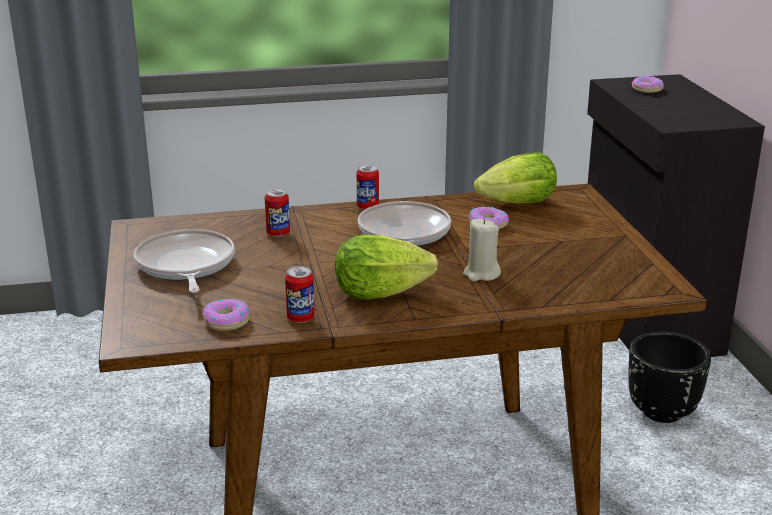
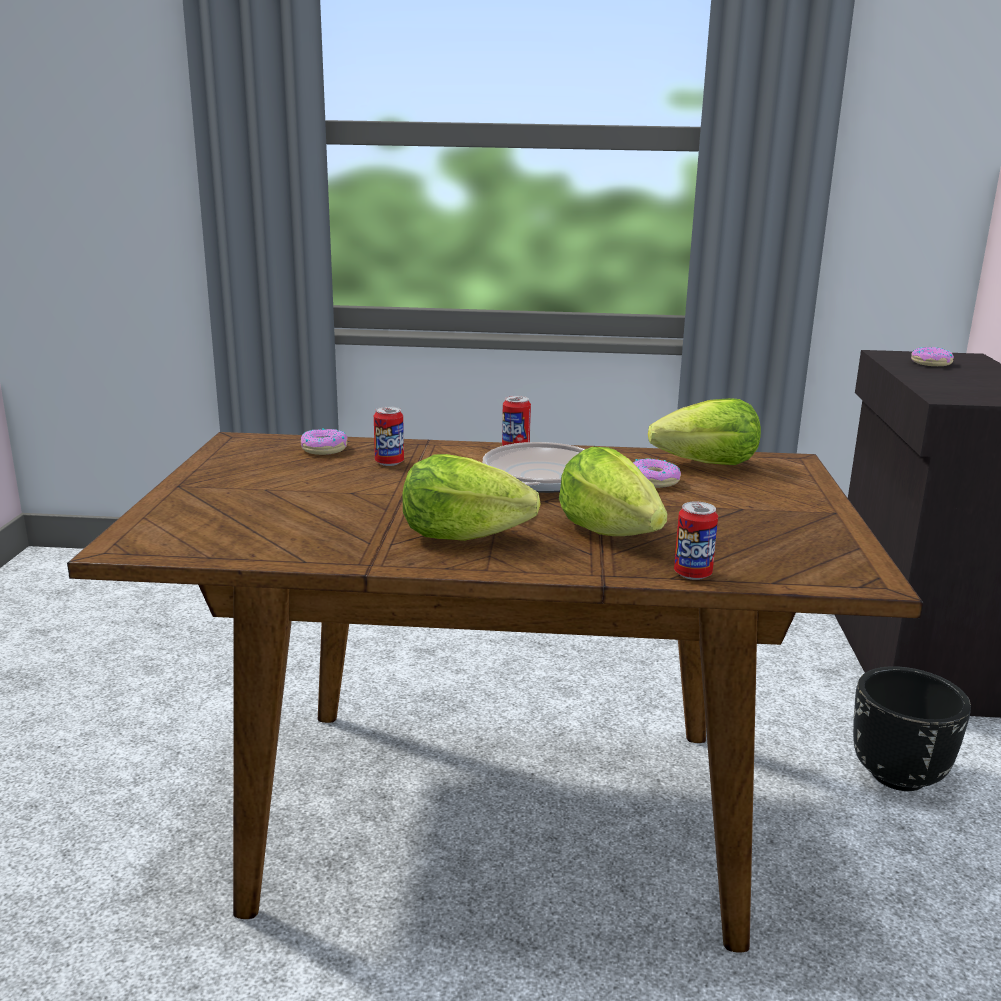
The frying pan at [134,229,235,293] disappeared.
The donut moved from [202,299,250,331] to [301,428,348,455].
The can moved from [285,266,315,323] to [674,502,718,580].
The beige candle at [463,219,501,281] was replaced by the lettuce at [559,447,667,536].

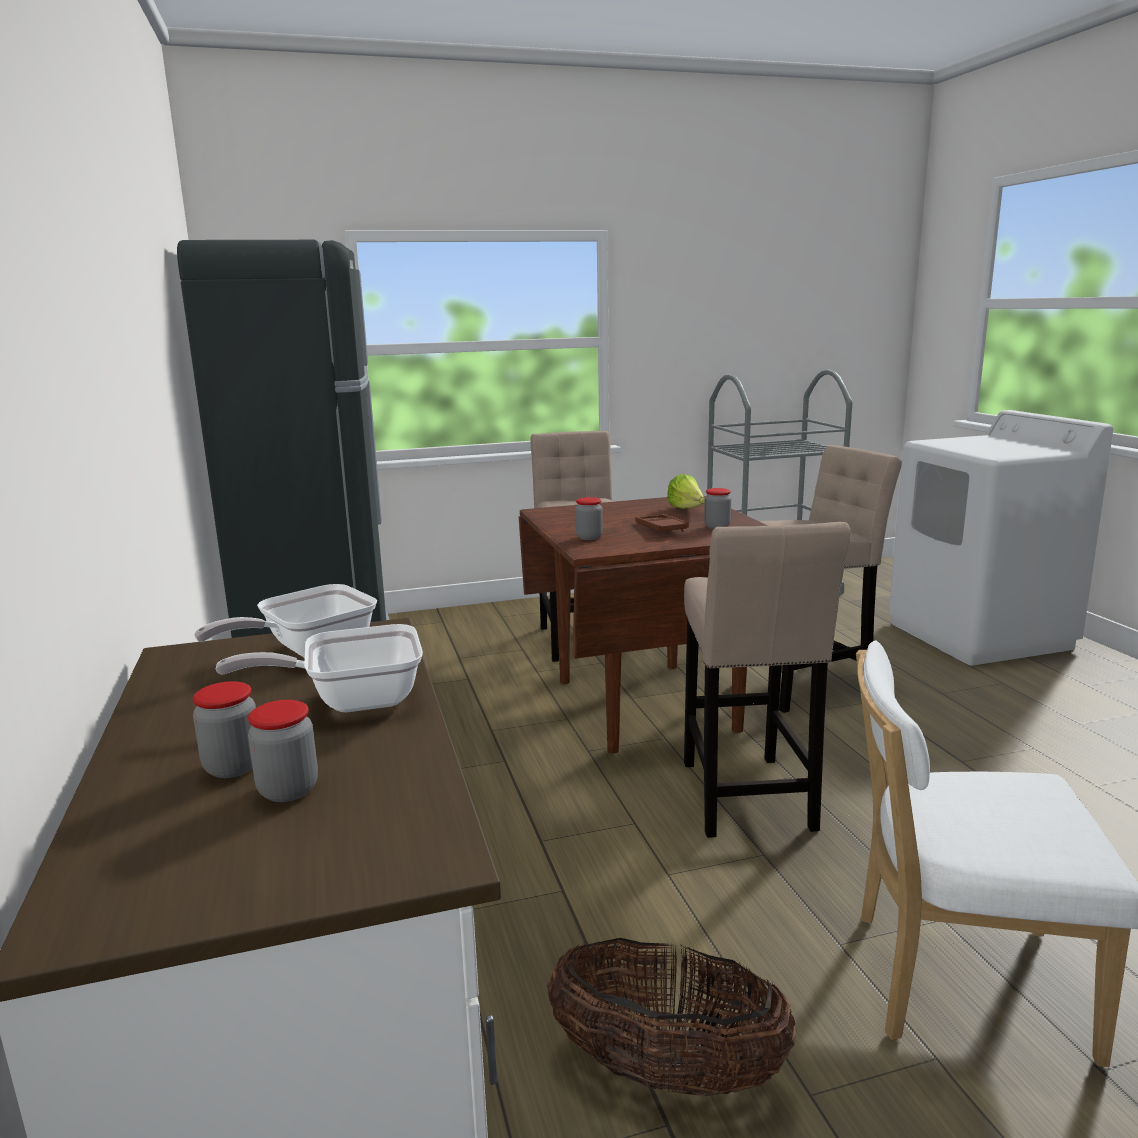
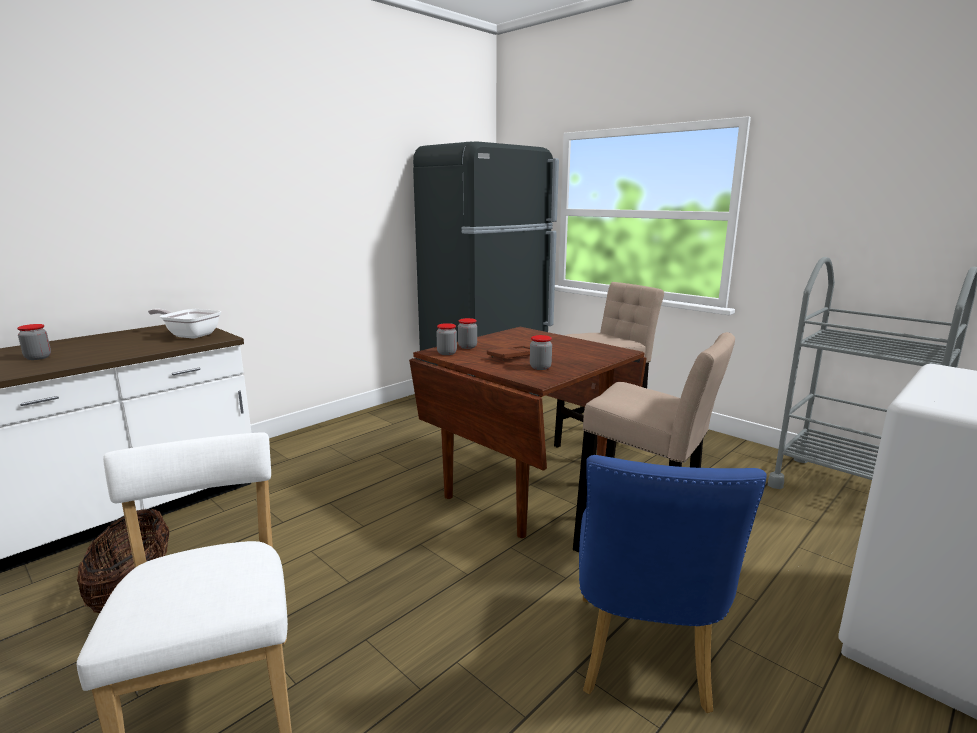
The jar moved from [193,681,256,778] to [436,323,457,355].
The frying pan at [215,624,423,712] disappeared.
The lettuce at [667,474,705,509] disappeared.
The beige stool at [684,522,851,838] disappeared.
The blue chair at [579,455,767,713] appeared.

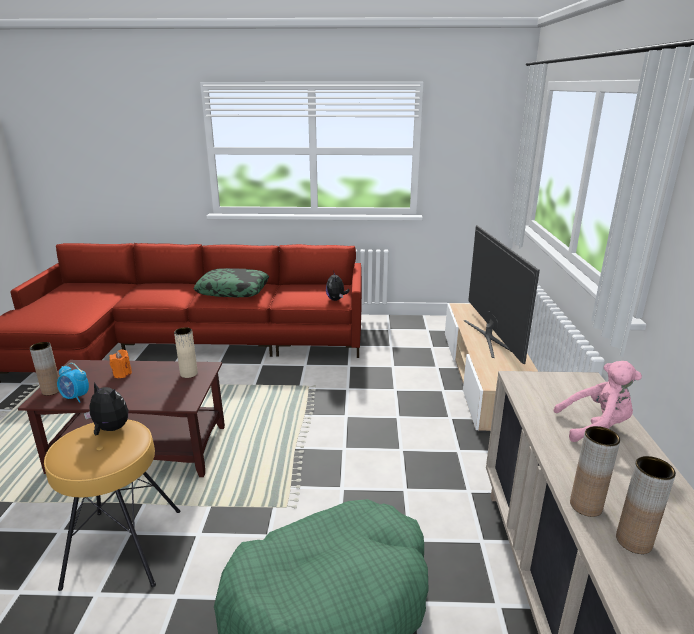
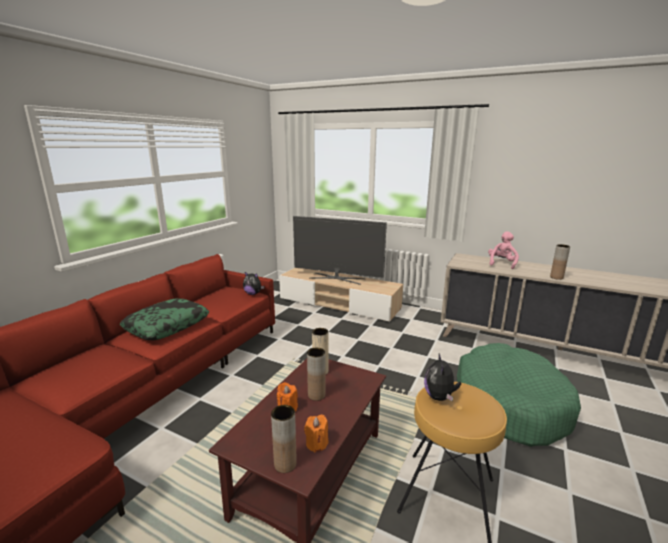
The alarm clock at [57,363,89,403] was replaced by the orange candle at [304,415,328,453].
The plush toy at [84,382,128,435] turned 45 degrees counterclockwise.
The brown vase moved from [616,456,676,554] to [307,348,326,401].

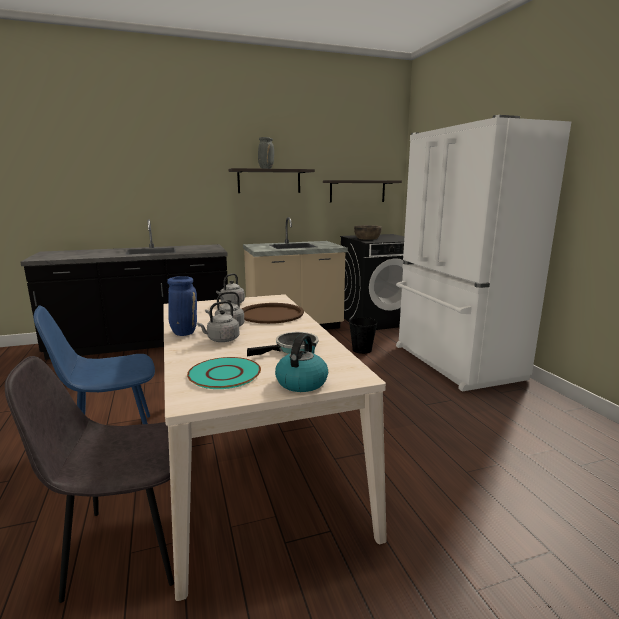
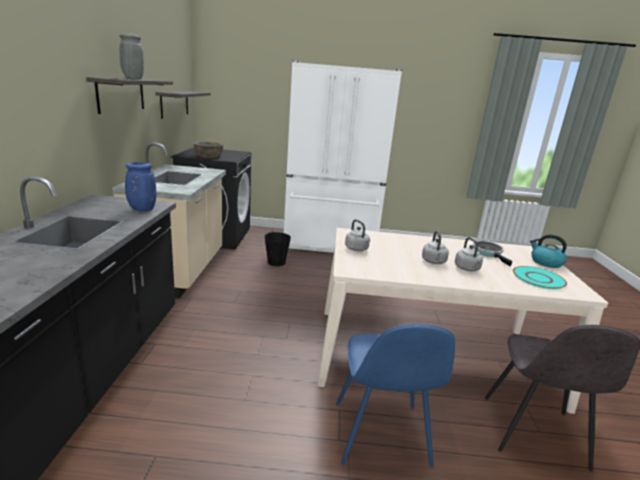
The blue vase moved from [167,276,197,336] to [125,162,156,211].
The brown tray at [242,303,304,324] disappeared.

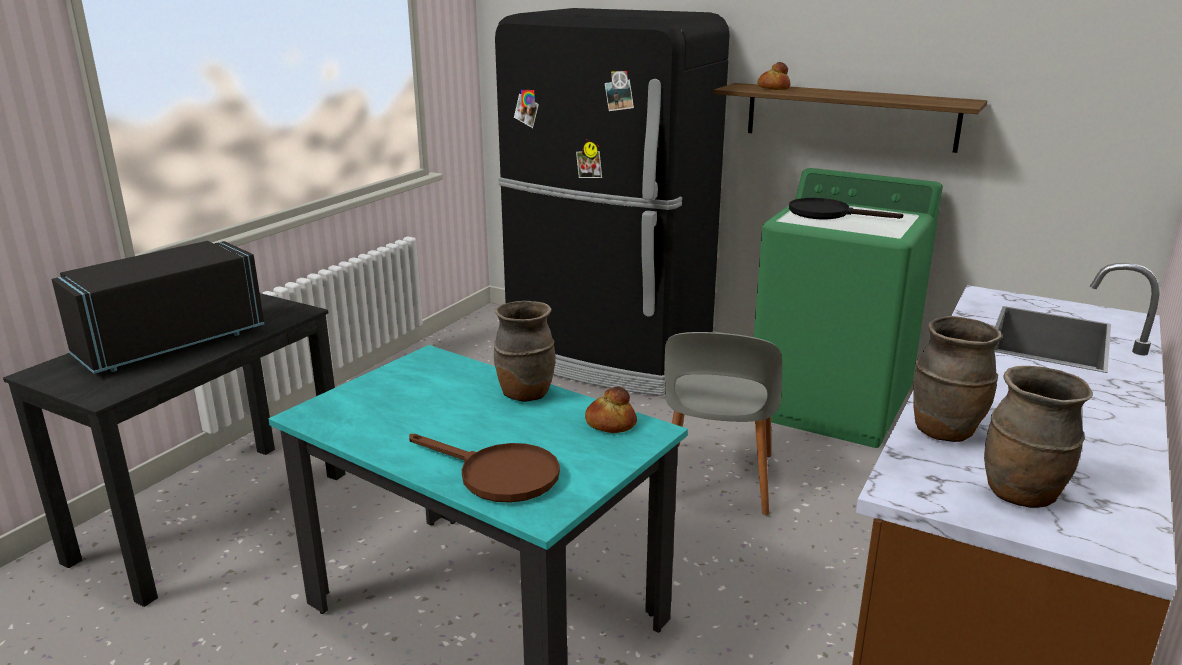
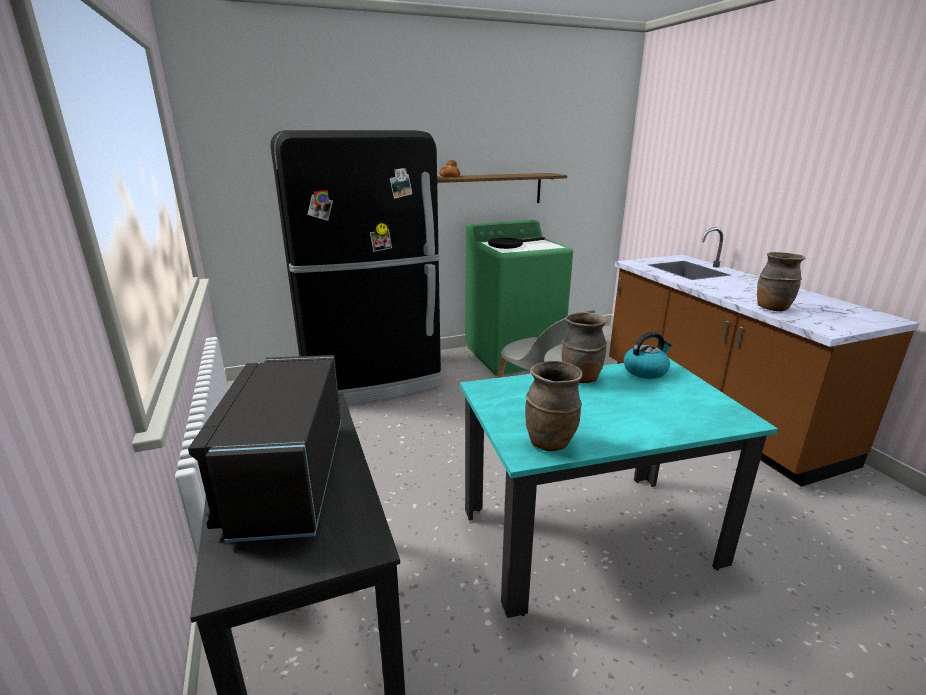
The brown frying pan at [409,434,560,503] disappeared.
The bread at [585,386,637,433] was replaced by the kettle at [624,332,672,379].
The brown vase moved from [984,366,1093,508] to [525,361,583,451].

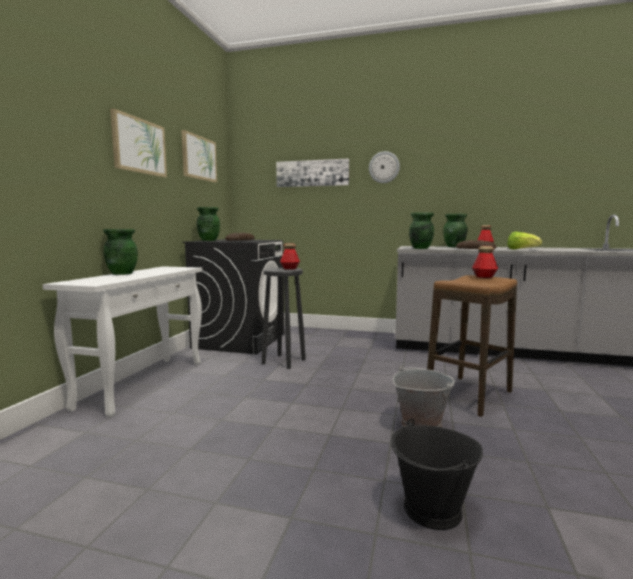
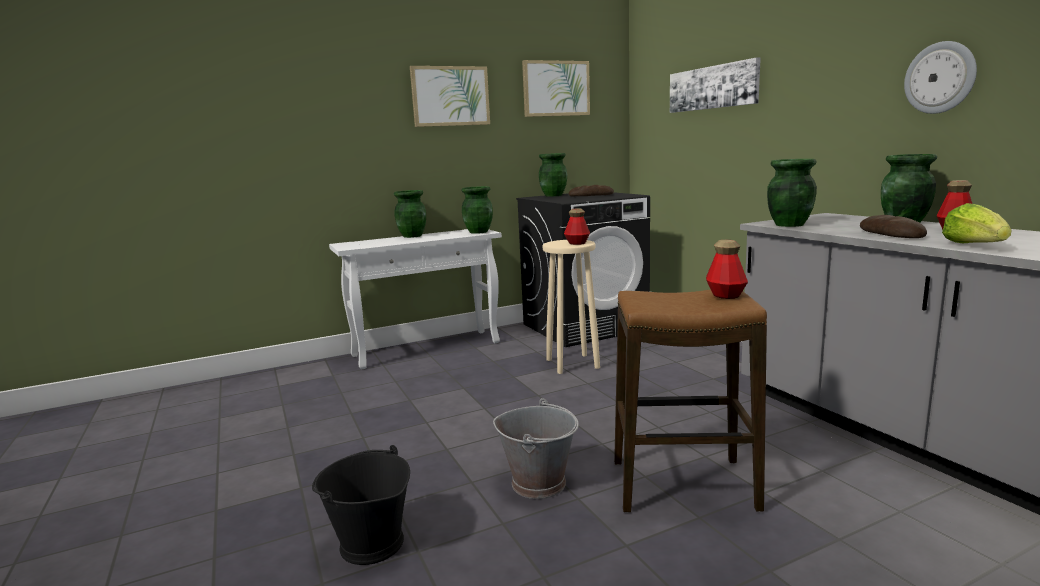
The black stool at [262,268,306,369] became the beige stool at [543,240,600,374].
The wall clock moved from [369,151,400,183] to [904,41,977,114].
The green vase at [461,186,493,234] appeared.

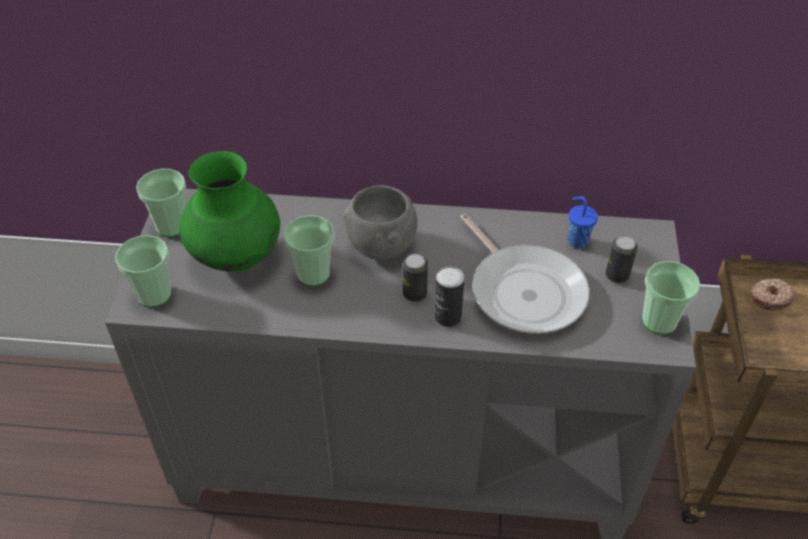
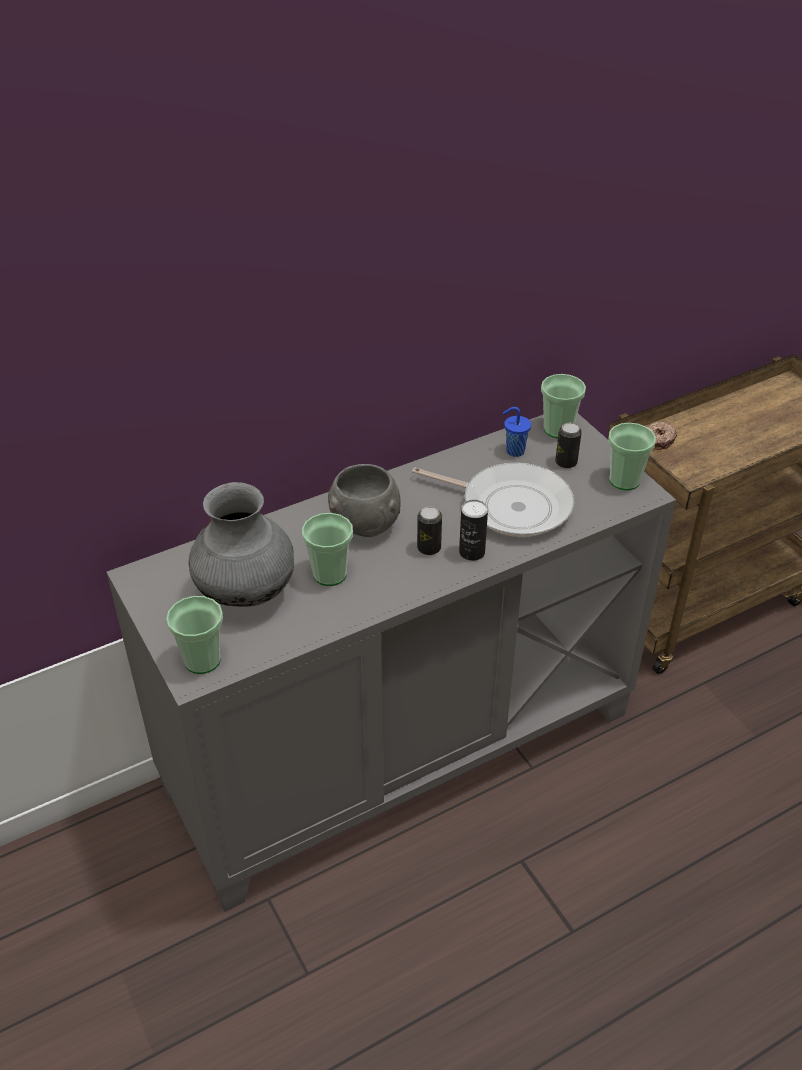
The cup moved from [136,169,186,237] to [541,374,586,438].
The green vase at [179,151,280,272] became the grey vase at [189,482,294,607].

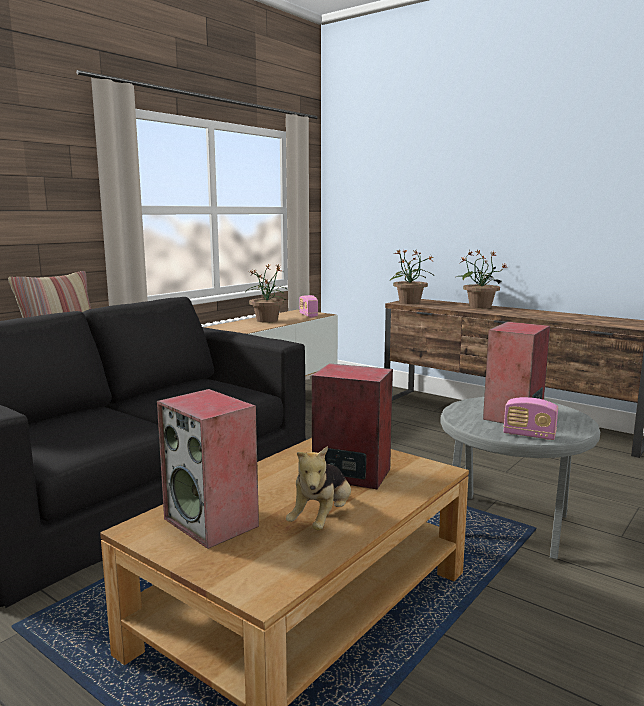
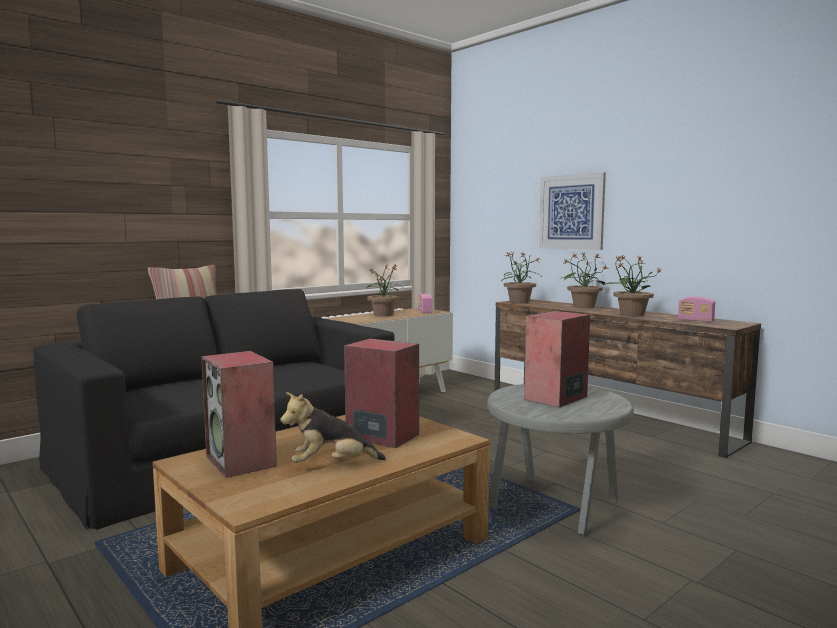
The plush toy at [286,446,351,530] turned 45 degrees clockwise.
The radio moved from [503,397,558,440] to [678,297,715,323].
The picture at [539,172,606,250] appeared.
The potted plant at [606,255,661,316] appeared.

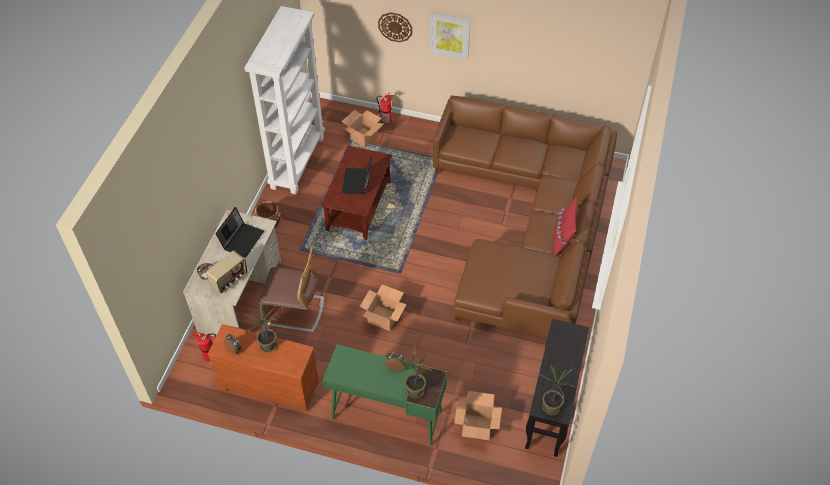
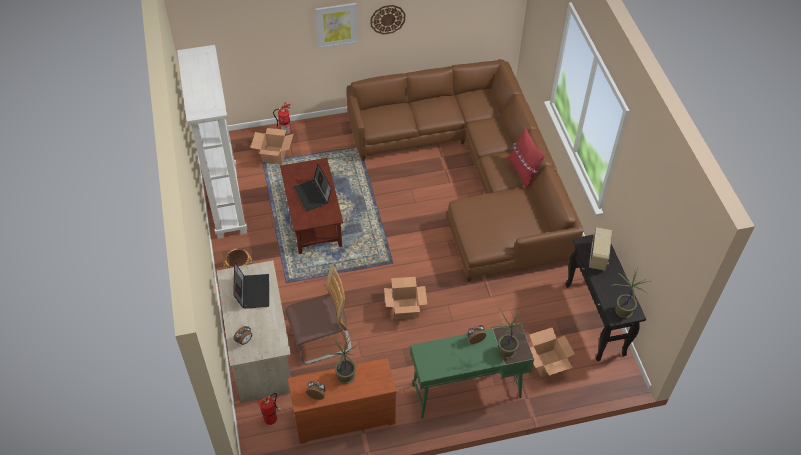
The radio moved from [206,251,248,293] to [589,227,612,271].
The wall clock moved from [378,12,412,42] to [371,5,405,35].

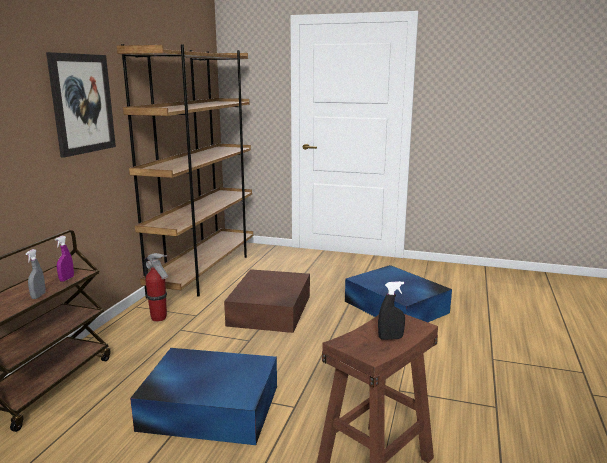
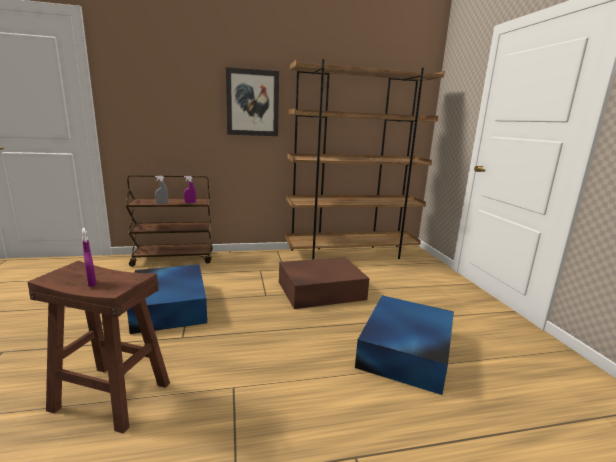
The fire extinguisher at [144,253,168,322] disappeared.
The black spray bottle at [378,281,405,340] became the purple spray bottle at [82,228,96,287].

